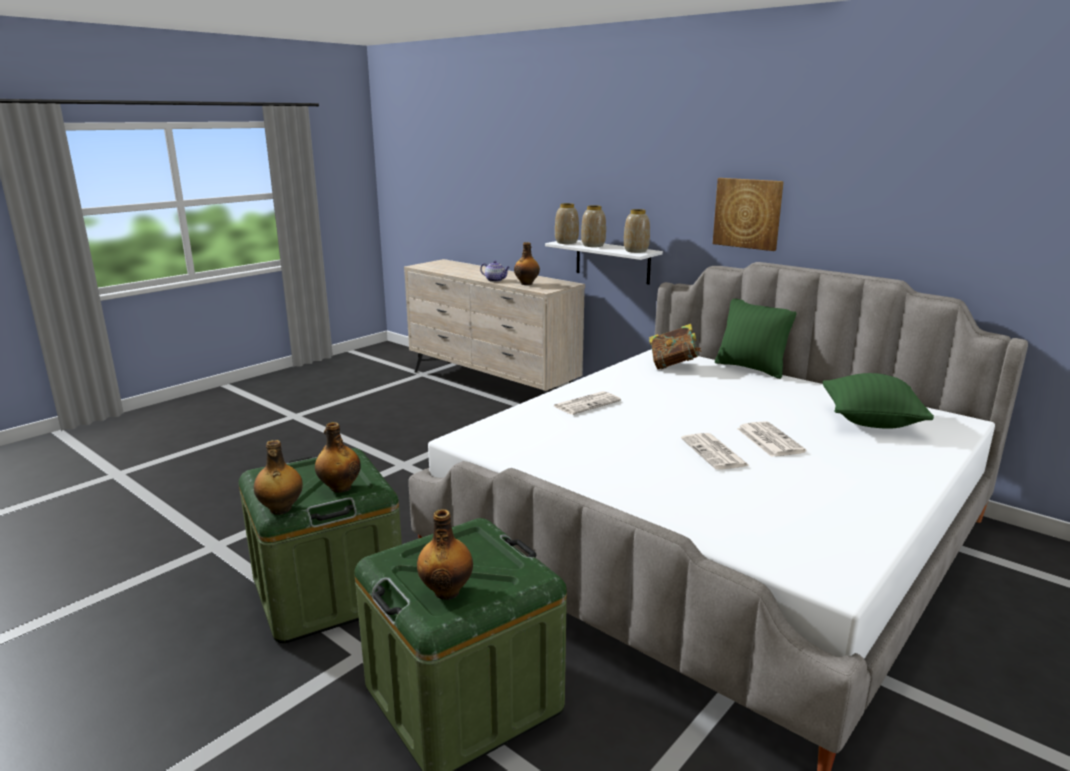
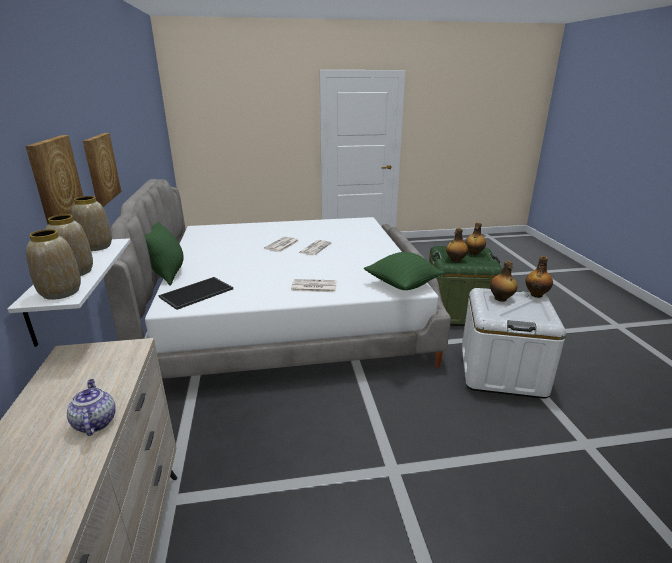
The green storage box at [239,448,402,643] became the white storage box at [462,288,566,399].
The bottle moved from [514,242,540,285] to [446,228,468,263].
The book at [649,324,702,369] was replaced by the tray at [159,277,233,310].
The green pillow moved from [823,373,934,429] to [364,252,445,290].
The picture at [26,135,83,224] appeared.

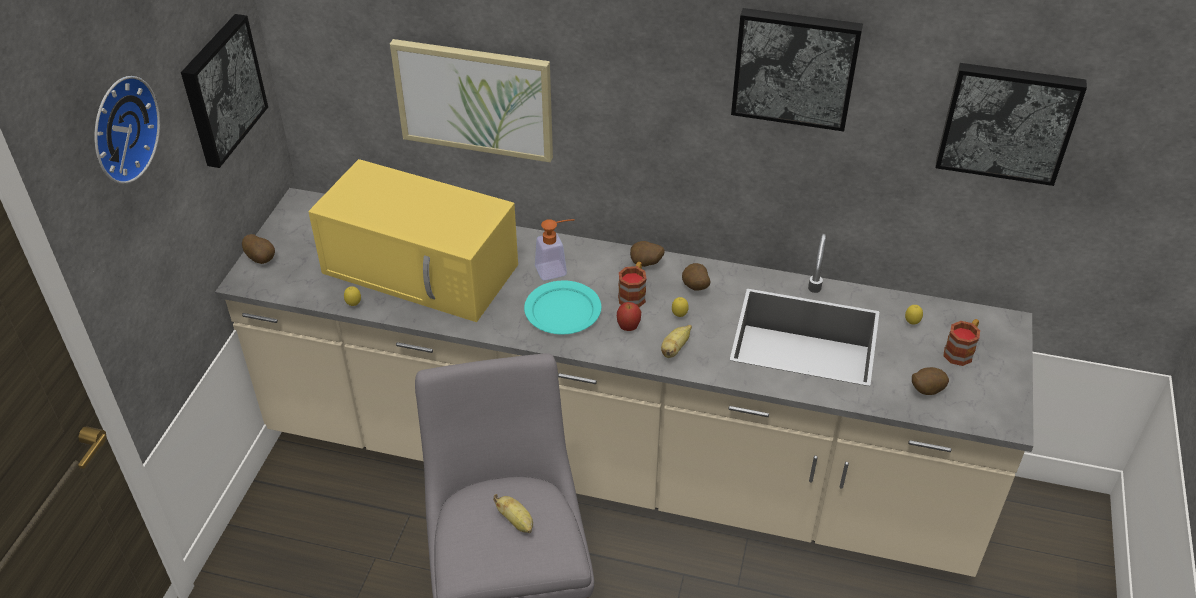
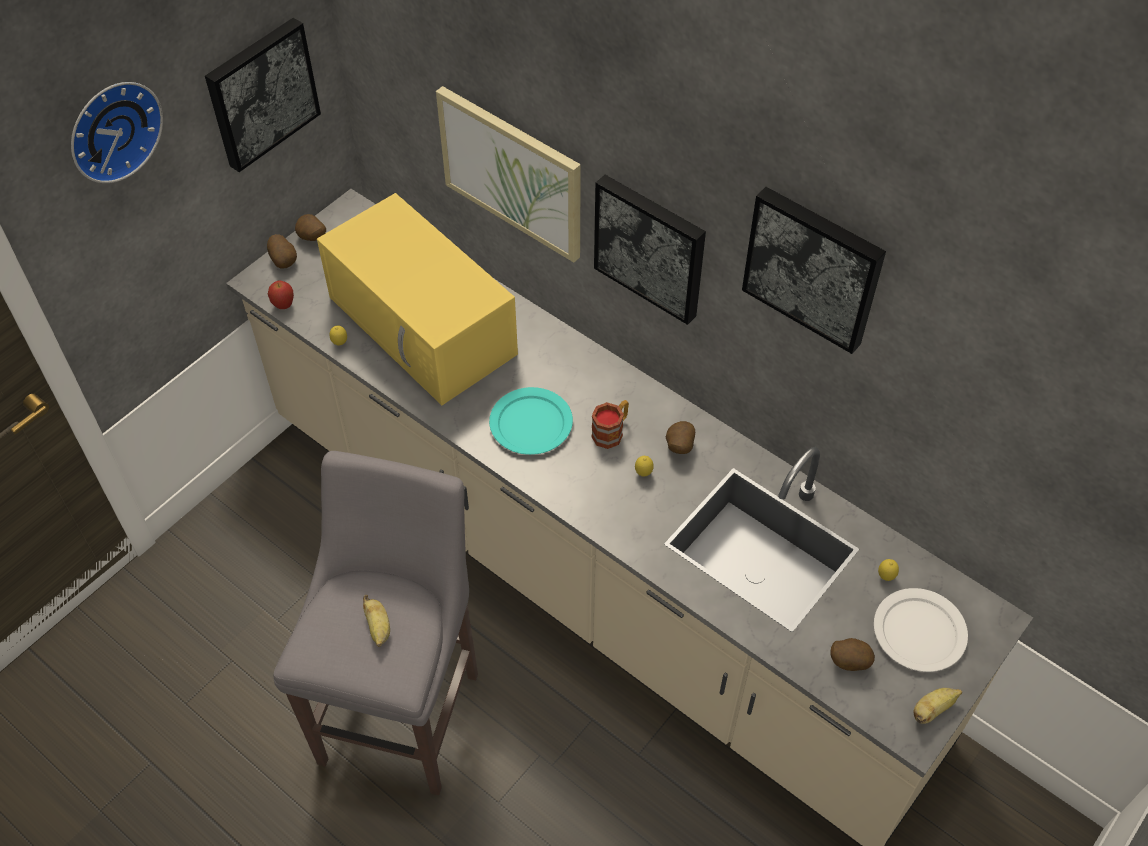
The soap dispenser at [535,219,575,281] disappeared.
The apple moved from [617,302,641,331] to [268,281,294,309].
The potato moved from [630,241,664,267] to [295,214,326,241].
The banana moved from [661,325,692,358] to [913,688,962,724].
The picture moved from [935,63,1087,186] to [594,175,706,325].
The mug at [943,319,980,366] was replaced by the white plate at [874,588,968,672].

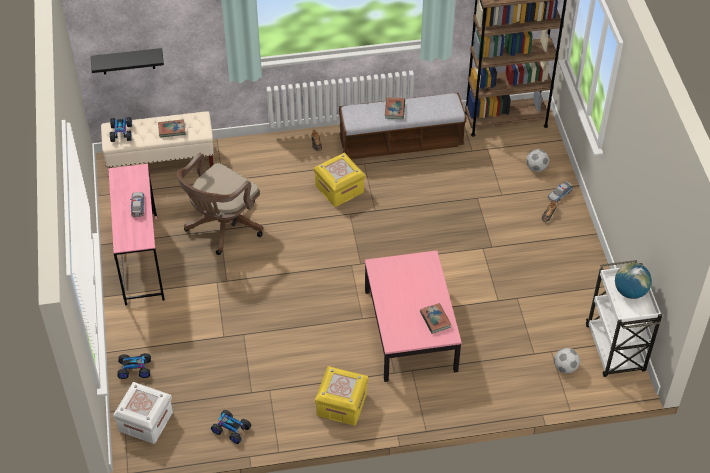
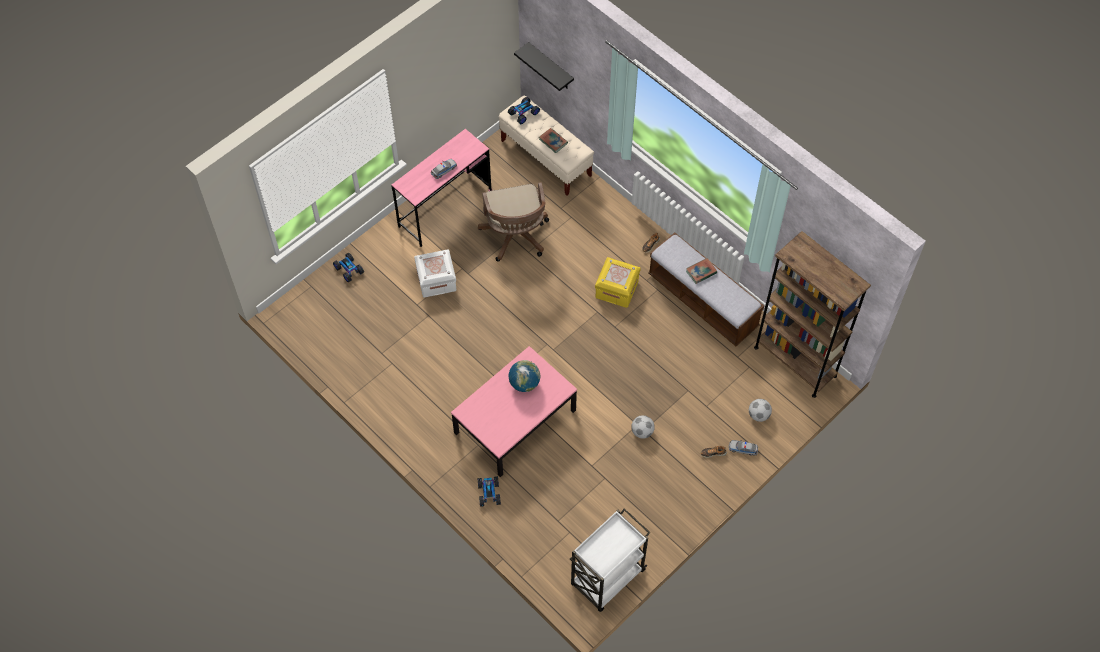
The white storage box moved from [113,382,173,444] to [414,249,456,298].
The brown office chair at [177,153,263,255] turned 105 degrees counterclockwise.
The toy car moved from [211,410,251,444] to [477,476,501,507].
The yellow storage box at [315,366,368,426] disappeared.
The book at [420,303,451,334] disappeared.
The football moved from [554,348,580,374] to [631,415,655,439].
The globe moved from [615,263,652,299] to [509,360,540,392].

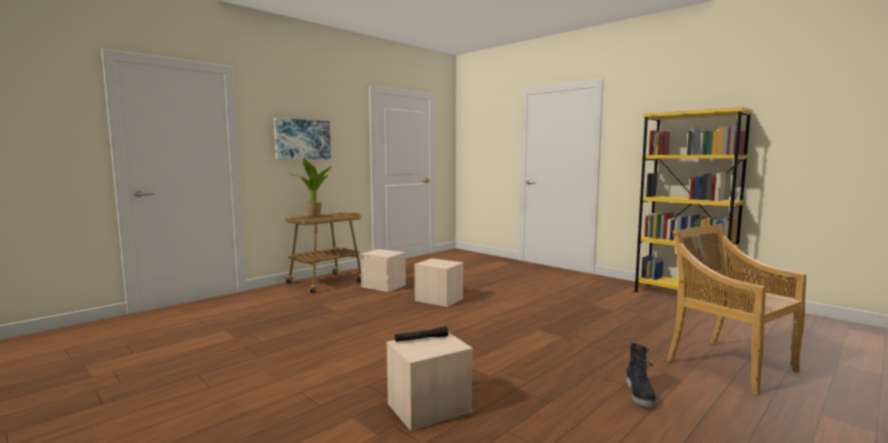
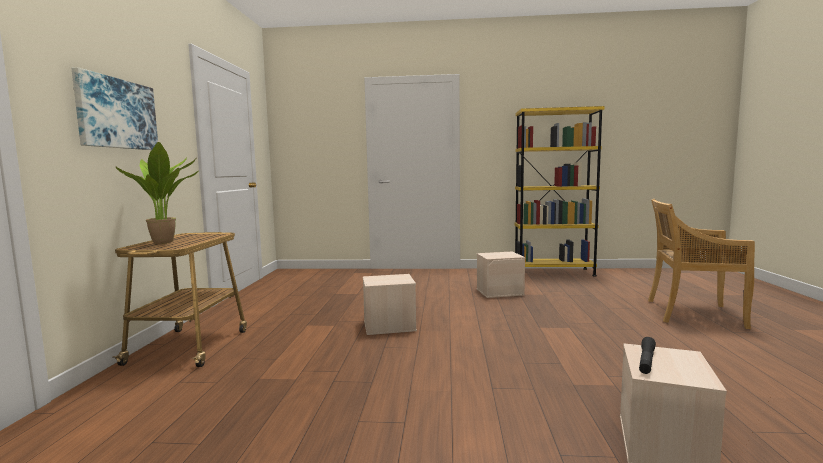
The beige storage box moved from [360,249,406,292] to [477,251,525,298].
The black boot at [626,343,656,407] disappeared.

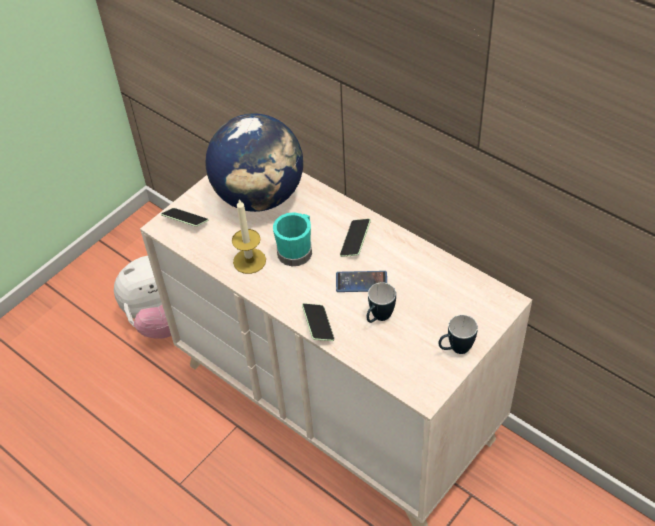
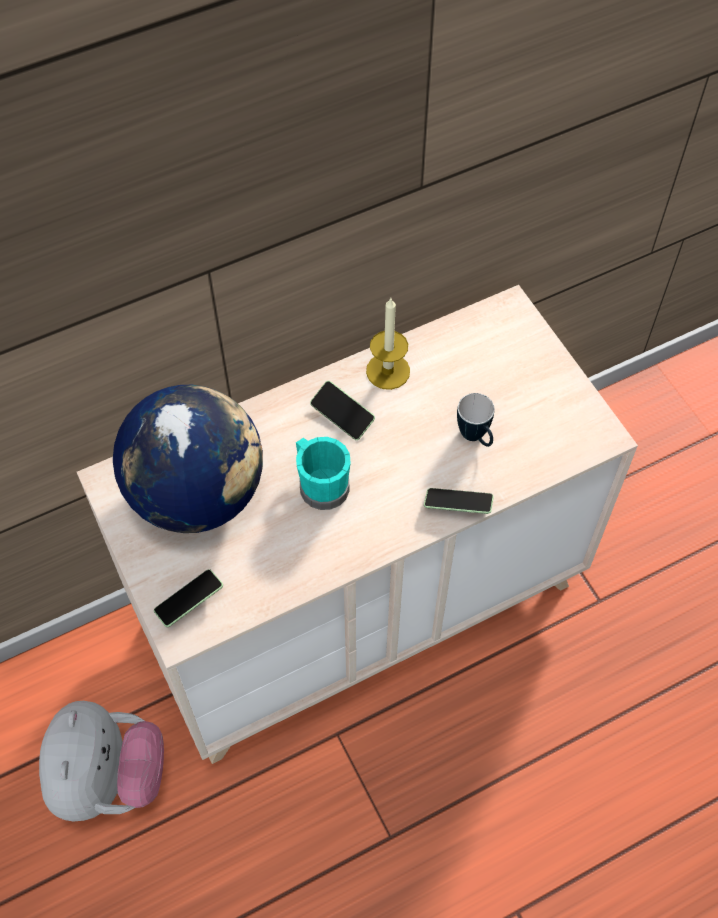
The candle moved from [232,199,266,274] to [366,298,410,390].
The phone at [336,271,387,292] disappeared.
The mug at [438,315,478,354] disappeared.

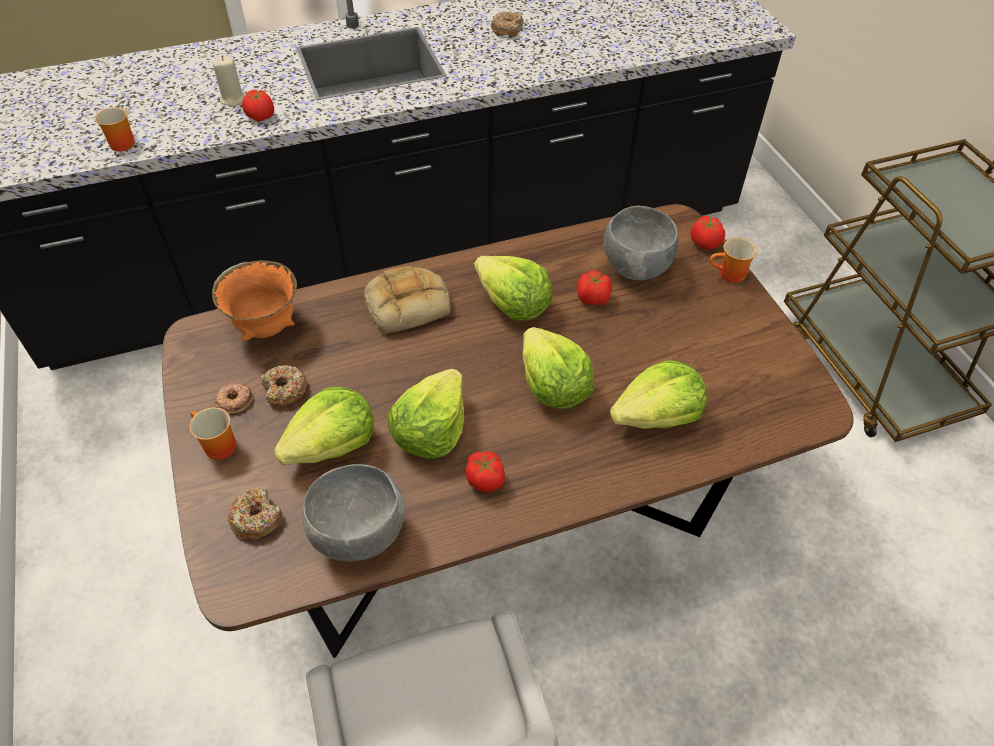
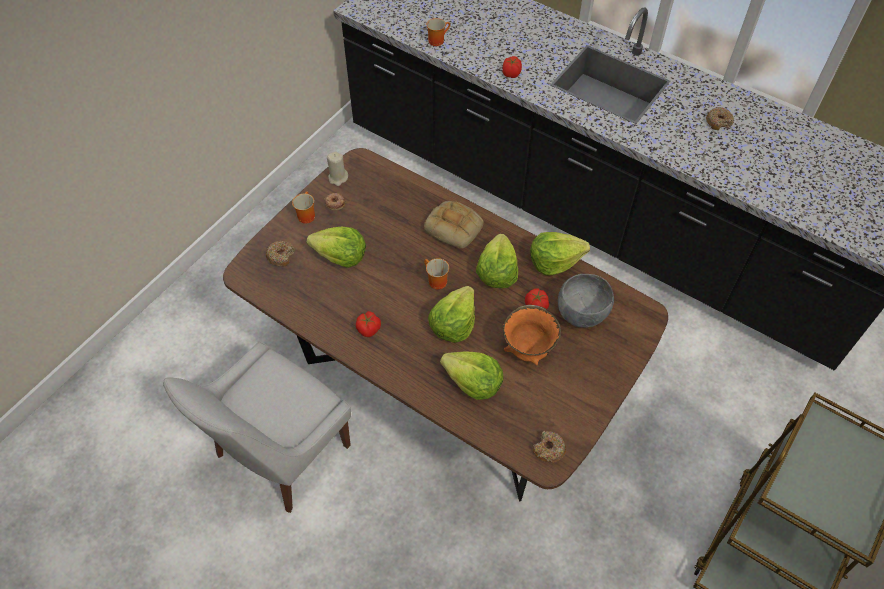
The orange bowl moved from [212,260,297,341] to [503,305,561,365].
The beige candle moved from [213,56,246,107] to [327,151,348,186].
The donut moved from [261,365,307,406] to [532,431,566,463].
The grey bowl at [302,464,405,561] disappeared.
The lettuce moved from [388,369,464,459] to [530,232,590,275].
The tomato at [690,216,725,250] disappeared.
The mug moved from [710,237,757,283] to [424,258,449,290].

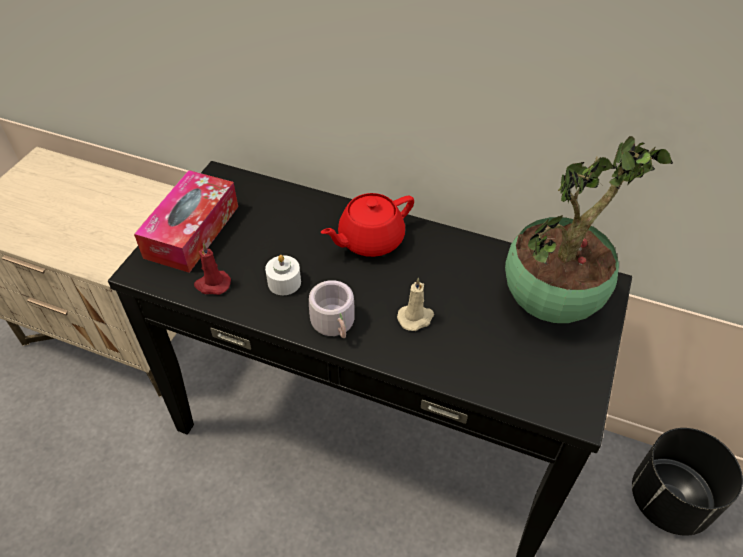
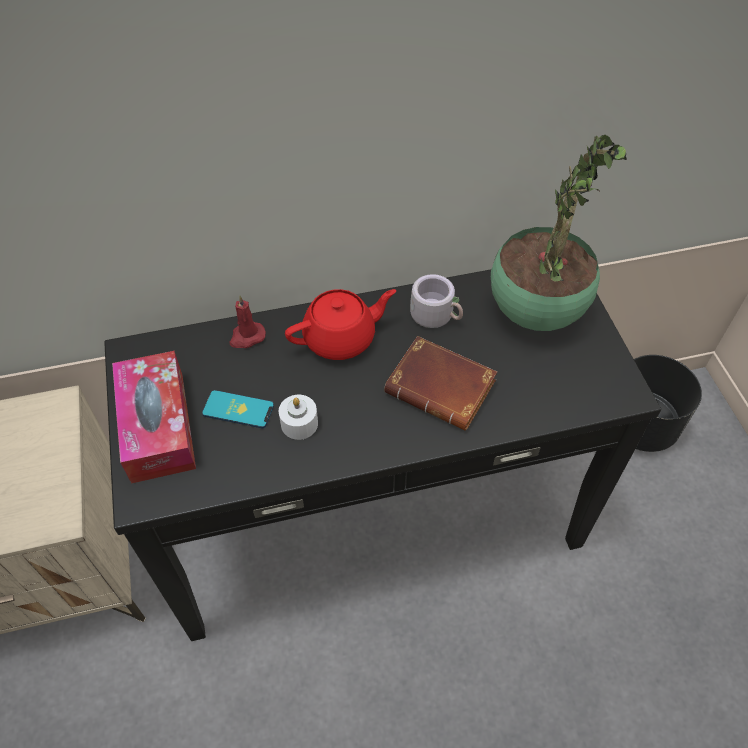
The red candle moved from [194,243,231,295] to [229,295,266,348].
The grey mug moved from [309,280,355,338] to [410,274,463,328].
The red teapot at [321,193,414,257] turned 135 degrees counterclockwise.
The beige candle at [397,277,434,331] was replaced by the brown book at [384,336,497,431].
The phone at [202,390,274,428] appeared.

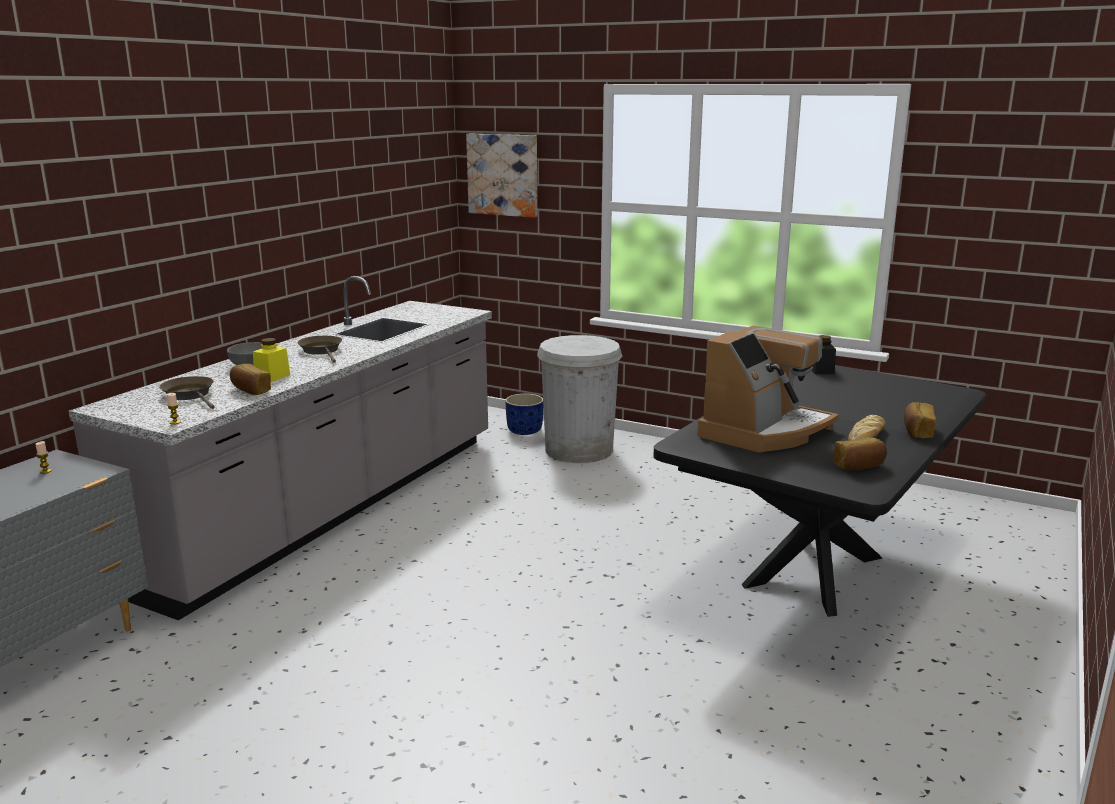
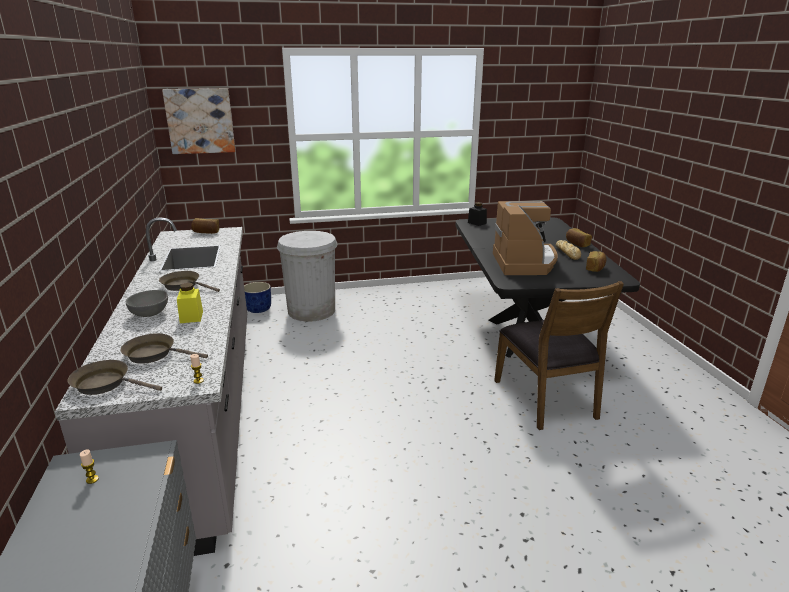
The bread moved from [230,364,271,395] to [191,218,219,234].
The brown frying pan at [68,360,162,395] appeared.
The brown chair at [494,281,624,430] appeared.

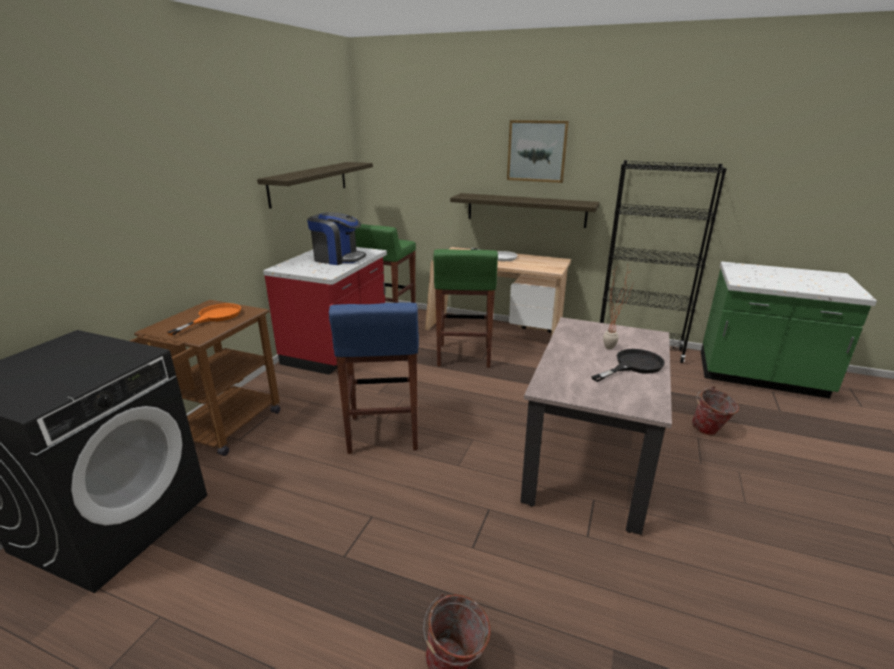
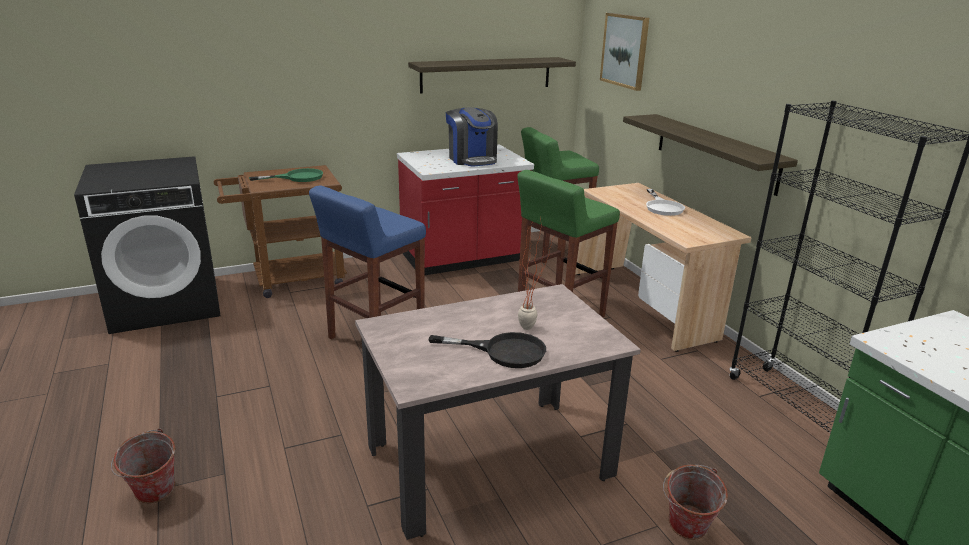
The orange frying pan at [167,303,241,335] became the green frying pan at [249,168,323,182].
The picture moved from [507,120,569,183] to [600,13,649,91].

